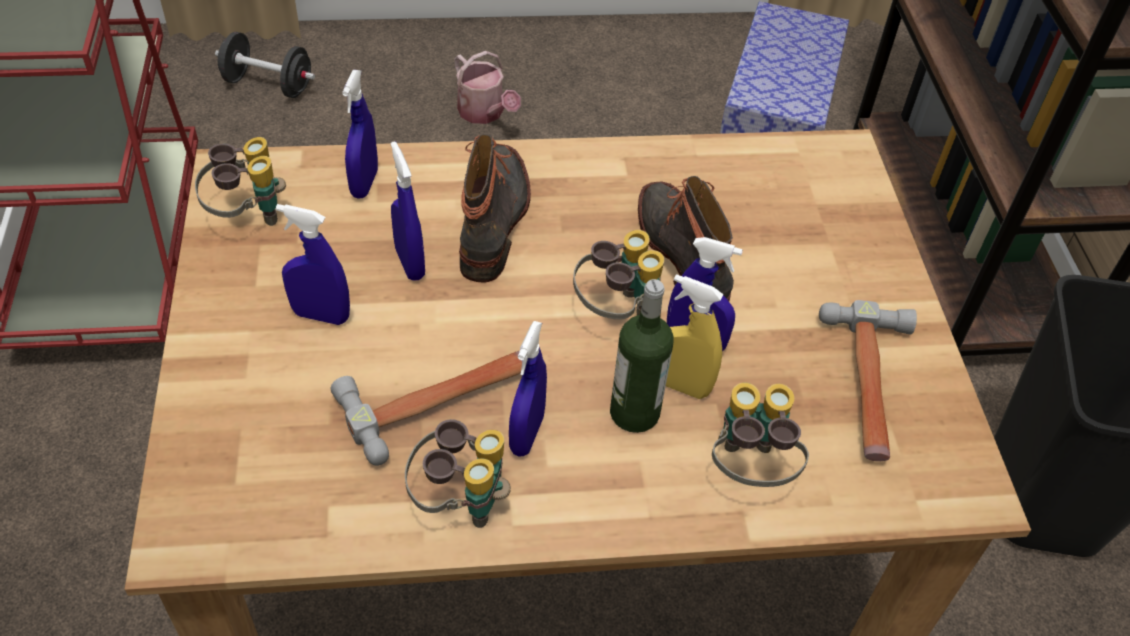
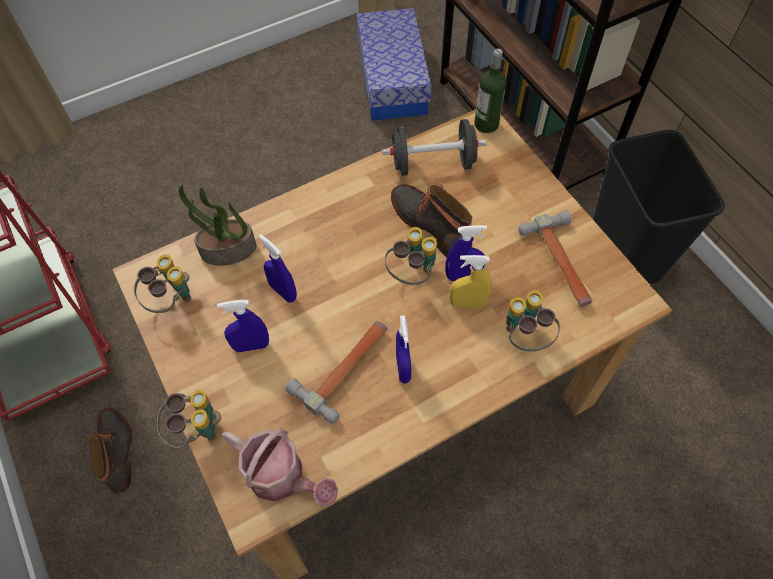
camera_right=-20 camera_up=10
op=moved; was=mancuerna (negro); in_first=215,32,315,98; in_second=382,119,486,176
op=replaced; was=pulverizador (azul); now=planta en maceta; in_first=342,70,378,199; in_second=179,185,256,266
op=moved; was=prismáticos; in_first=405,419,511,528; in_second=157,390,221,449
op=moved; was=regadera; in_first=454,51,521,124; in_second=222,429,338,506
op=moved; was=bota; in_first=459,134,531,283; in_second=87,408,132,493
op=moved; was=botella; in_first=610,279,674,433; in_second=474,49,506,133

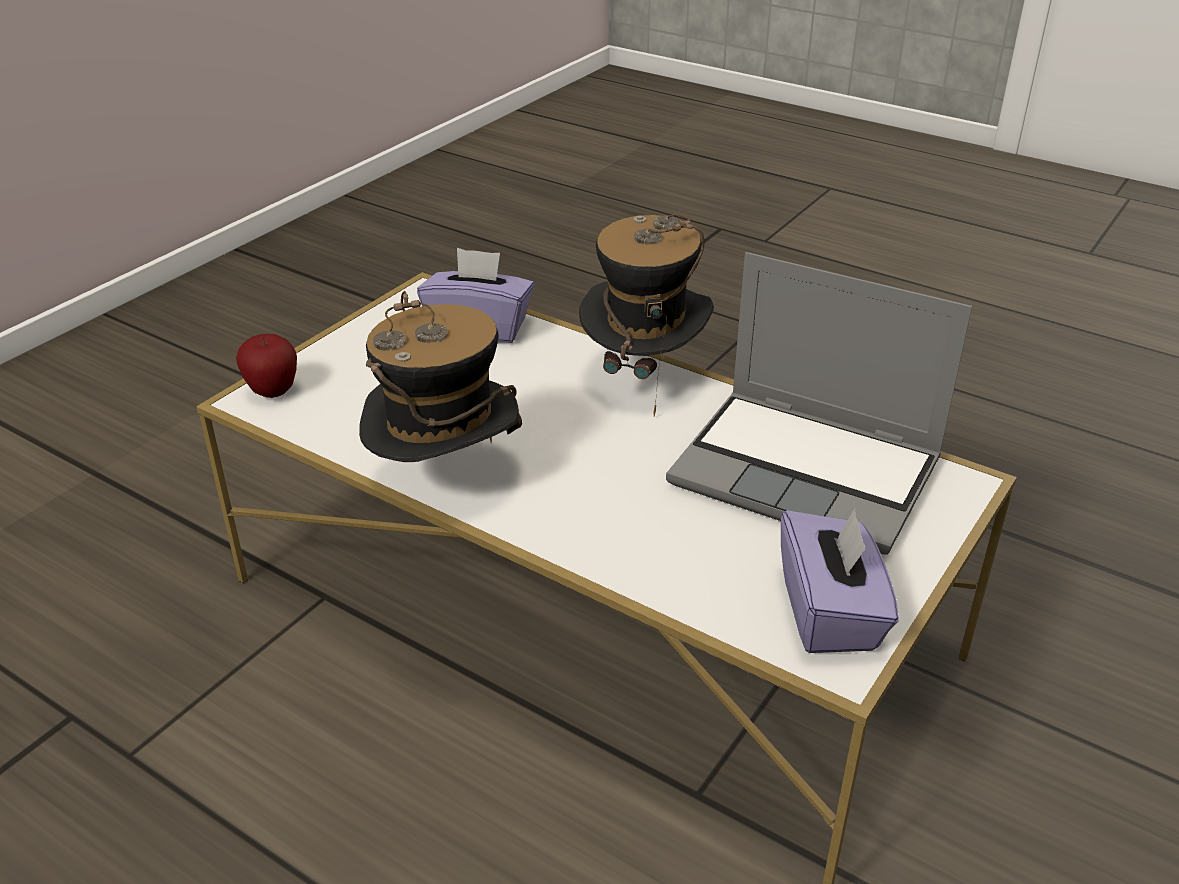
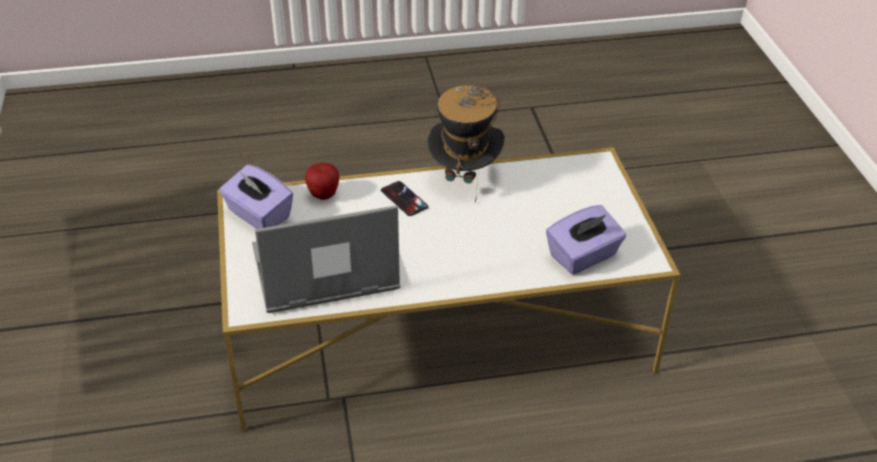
camera_right=135 camera_up=5
op=moved; was=manzana; in_first=236,334,297,398; in_second=304,162,339,200
op=removed; was=sombrero; in_first=579,214,714,416
op=added; now=móvil; in_second=381,181,428,216

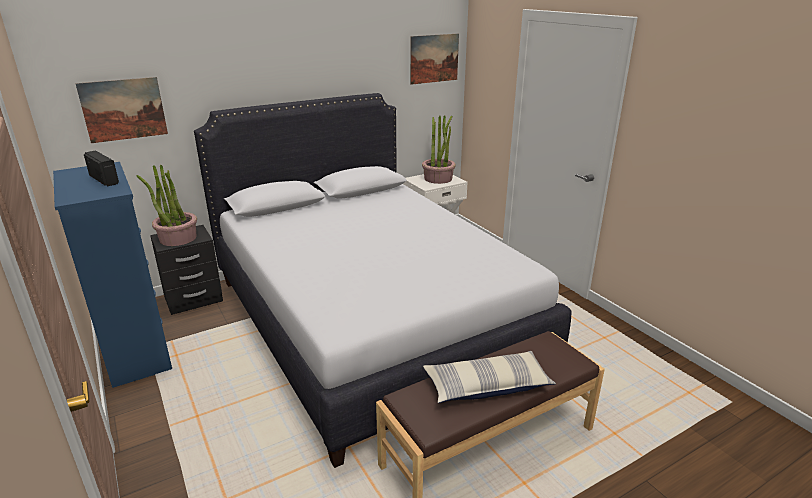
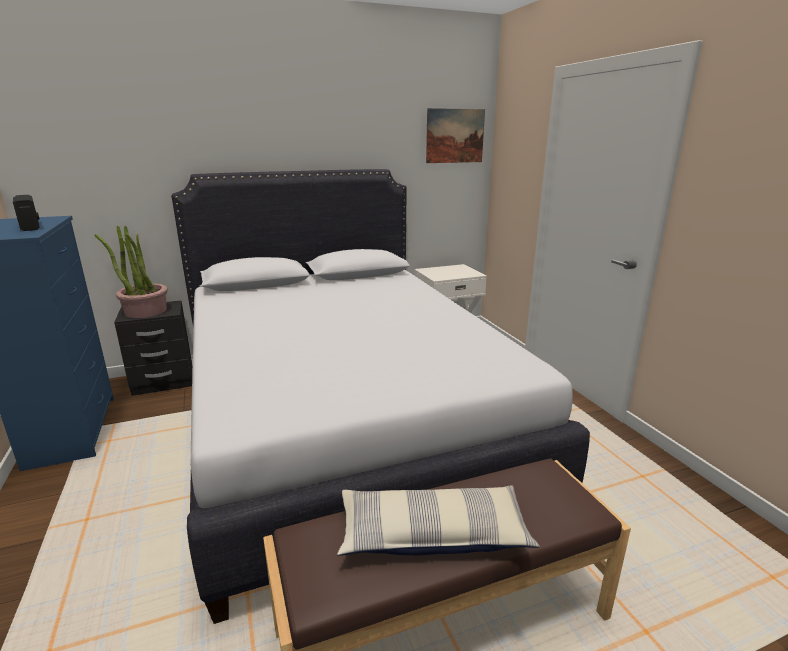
camera_right=10 camera_up=-5
op=removed; was=cuadro; in_first=75,77,168,143
op=removed; was=planta en maceta; in_first=422,115,456,184

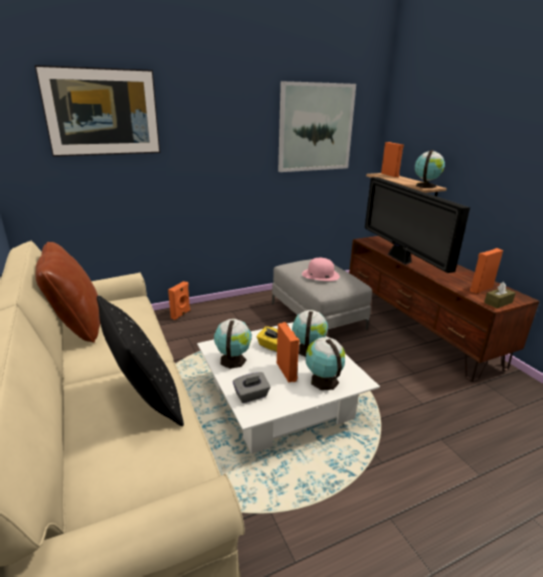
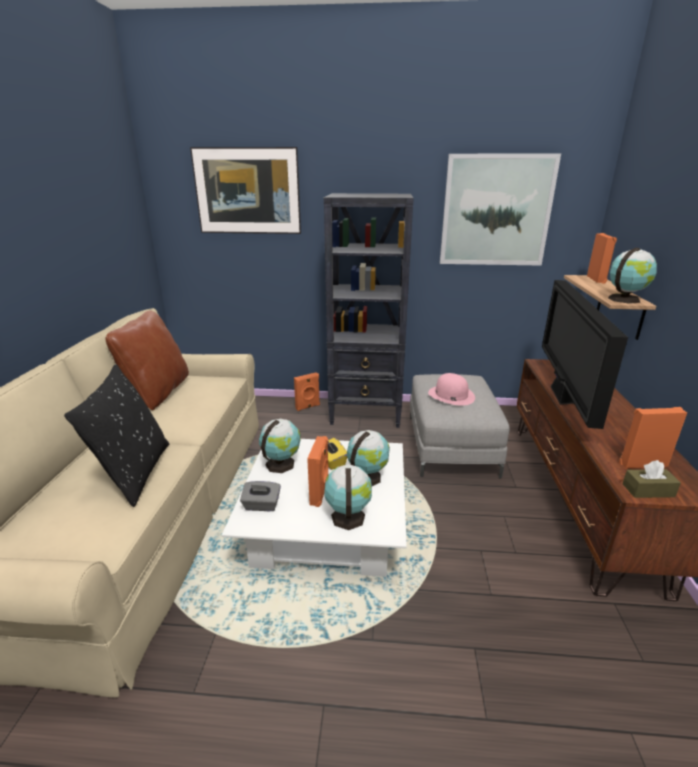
camera_right=30 camera_up=0
op=added; now=estantería (negro); in_second=324,193,414,428

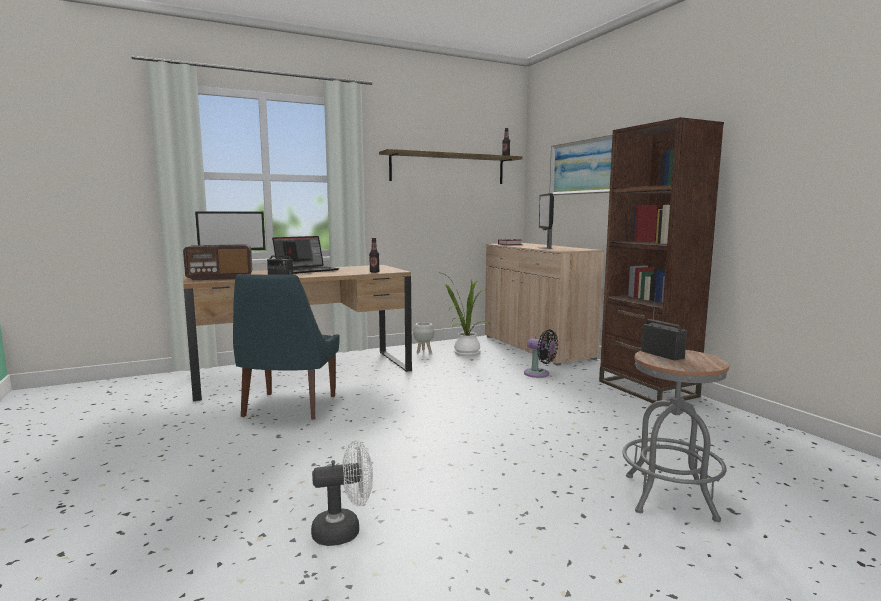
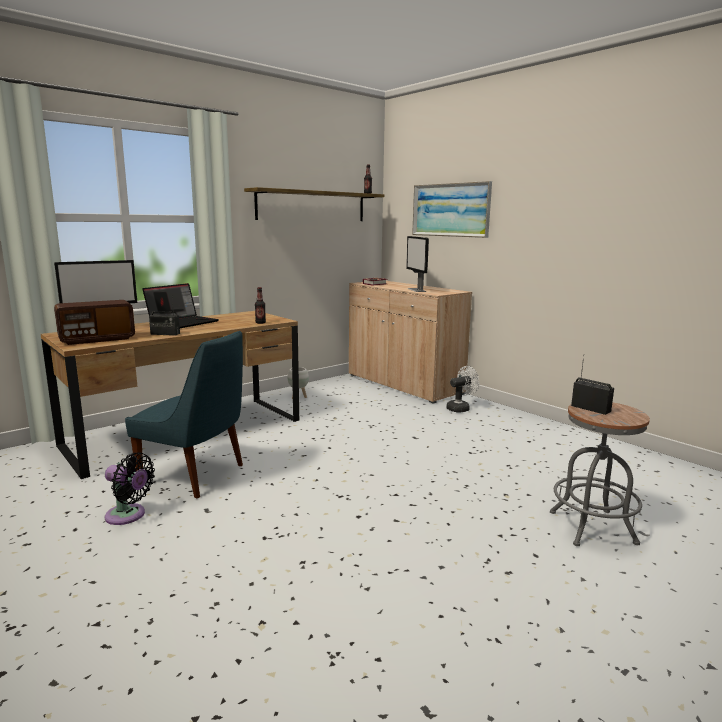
camera_right=-15 camera_up=5
op=turned; was=silla (azul); in_first=233,274,340,420; in_second=125,331,243,499; clockwise=-60
op=moved; was=ventilador (blanco); in_first=311,440,373,546; in_second=447,366,479,412
op=removed; was=planta en maceta; in_first=438,272,490,356
op=moved; was=ventilador (negro); in_first=524,329,558,378; in_second=105,452,155,525
op=removed; was=estantería (marrón); in_first=599,117,724,403

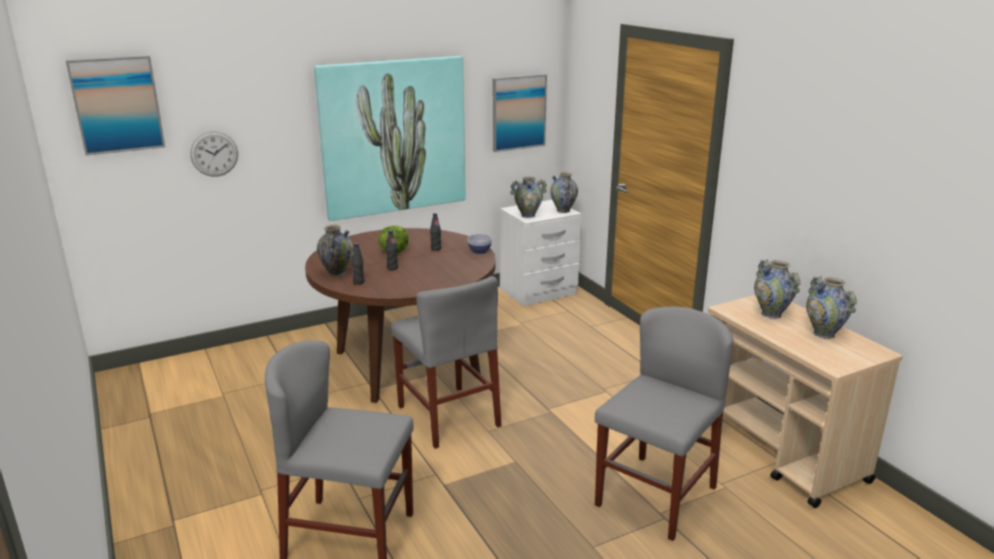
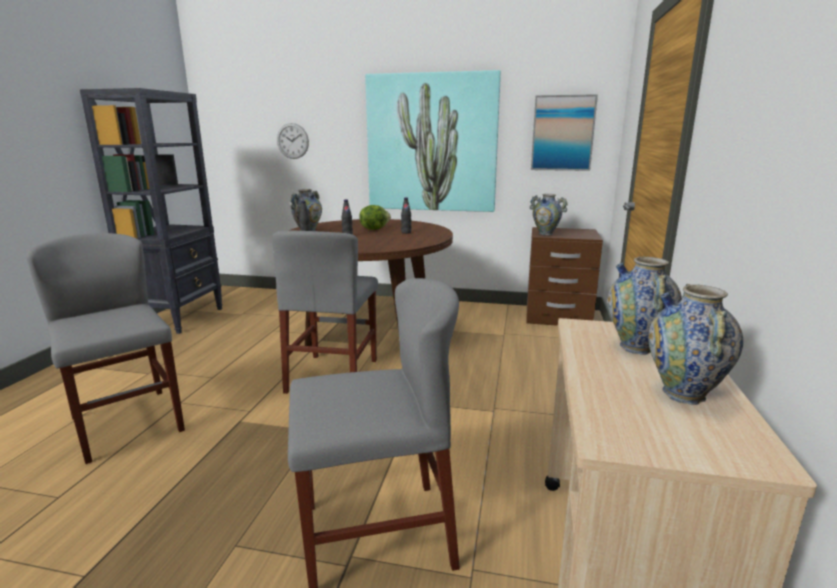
camera_right=40 camera_up=-5
op=removed; was=cuadro; in_first=66,56,165,156
op=removed; was=cuenco; in_first=468,234,492,254
op=recoloured; was=mesita de noche (blanco); now=mesita de noche (marrón); in_first=500,200,581,306; in_second=526,227,603,326
op=removed; was=florero; in_first=550,172,578,213
op=added; now=estantería (negro); in_second=80,88,223,334

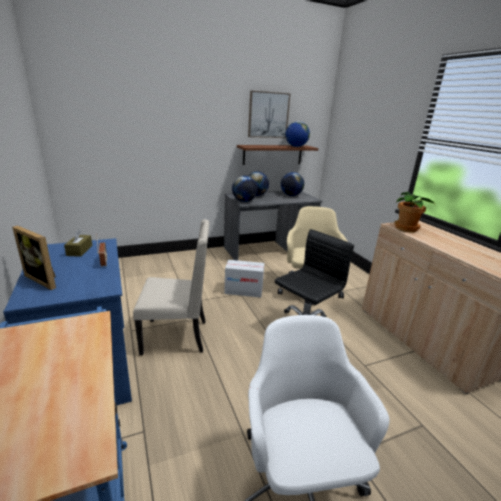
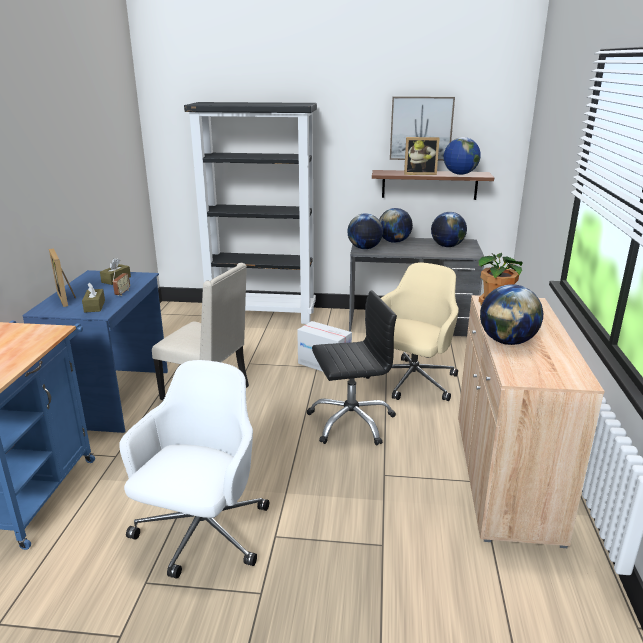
camera_right=30 camera_up=0
op=added; now=caja de pañuelos (marrón); in_second=82,282,105,313
op=added; now=estantería (negro); in_second=184,102,317,324
op=added; now=portarretratos; in_second=404,137,440,175
op=added; now=globo terráqueo; in_second=480,284,543,345

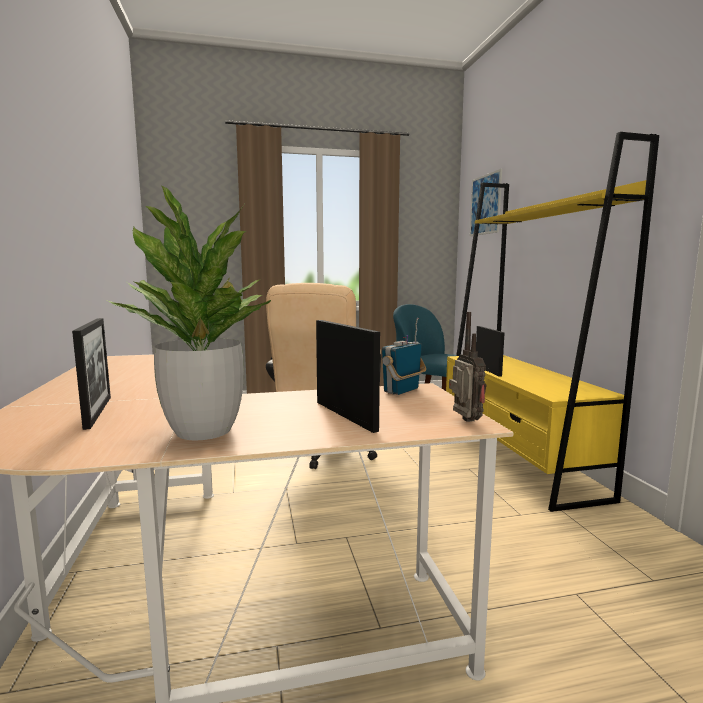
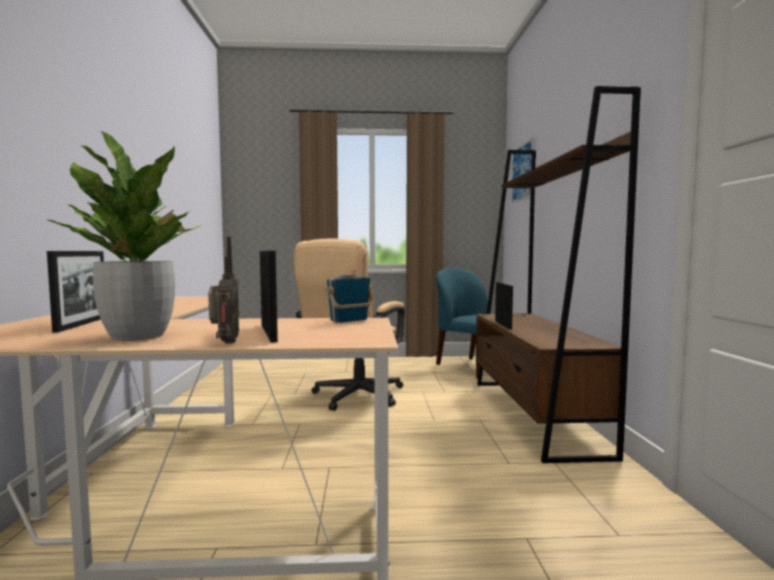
camera_right=10 camera_up=-5
op=recoloured; was=estantería (amarillo); now=estantería (marrón); in_first=446,132,659,512; in_second=476,86,641,463
op=moved; was=radio; in_first=449,312,487,422; in_second=208,237,239,344

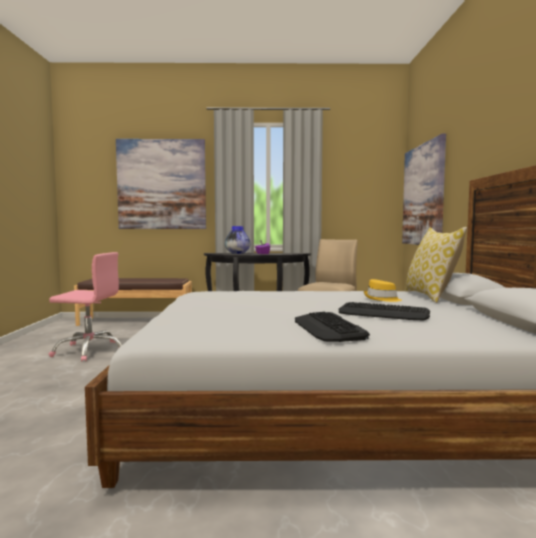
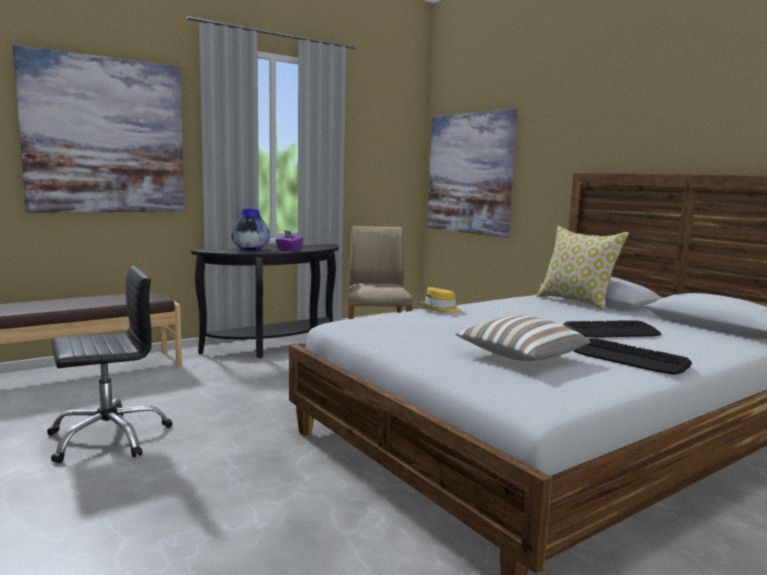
camera_right=-35 camera_up=5
op=recoloured; was=silla de oficina (rosa); now=silla de oficina (negro); in_first=49,252,122,362; in_second=47,266,172,463
op=moved; was=sombrero (amarillo); in_first=364,279,402,302; in_second=421,287,461,312
op=added; now=cojín; in_second=456,315,590,361

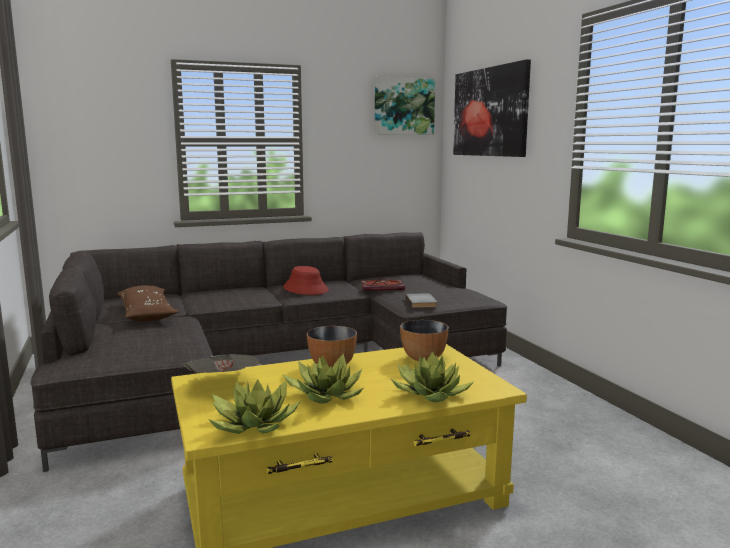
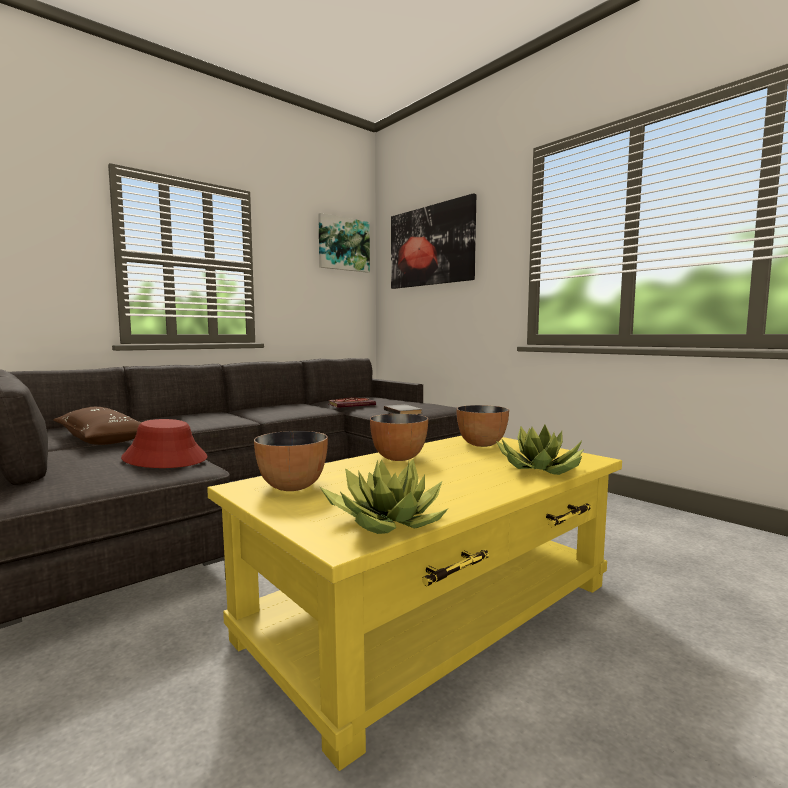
camera_right=-20 camera_up=-5
op=replaced; was=periódico; now=cuenco; in_first=182,354,262,373; in_second=254,431,328,491
op=removed; was=planta en maceta; in_first=282,353,363,404
op=moved; was=sombrero (rojo); in_first=283,266,328,295; in_second=121,419,207,468

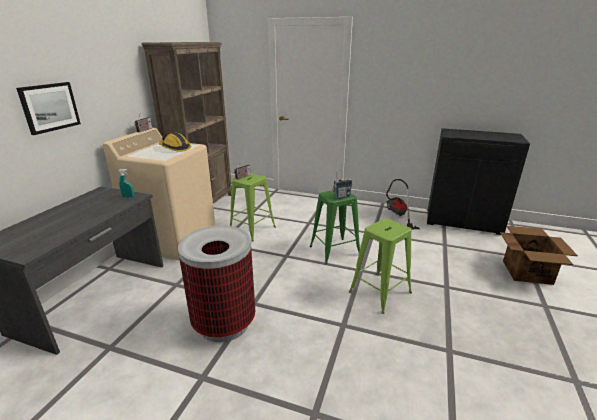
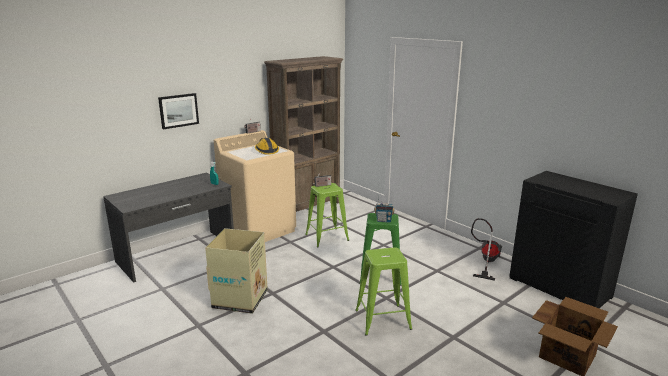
camera_right=30 camera_up=-5
op=replaced; was=papelera; now=caja de cartón; in_first=178,226,255,342; in_second=205,228,268,314

